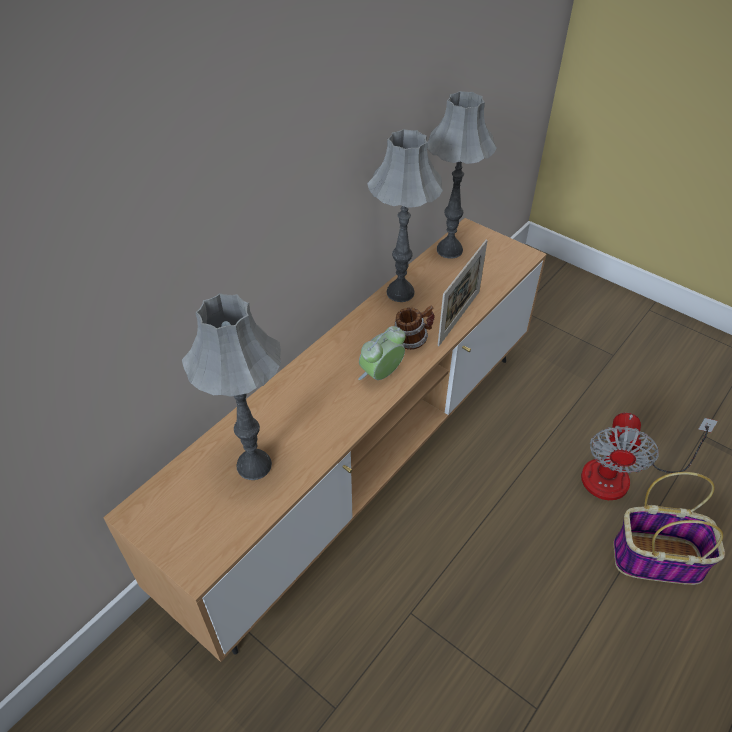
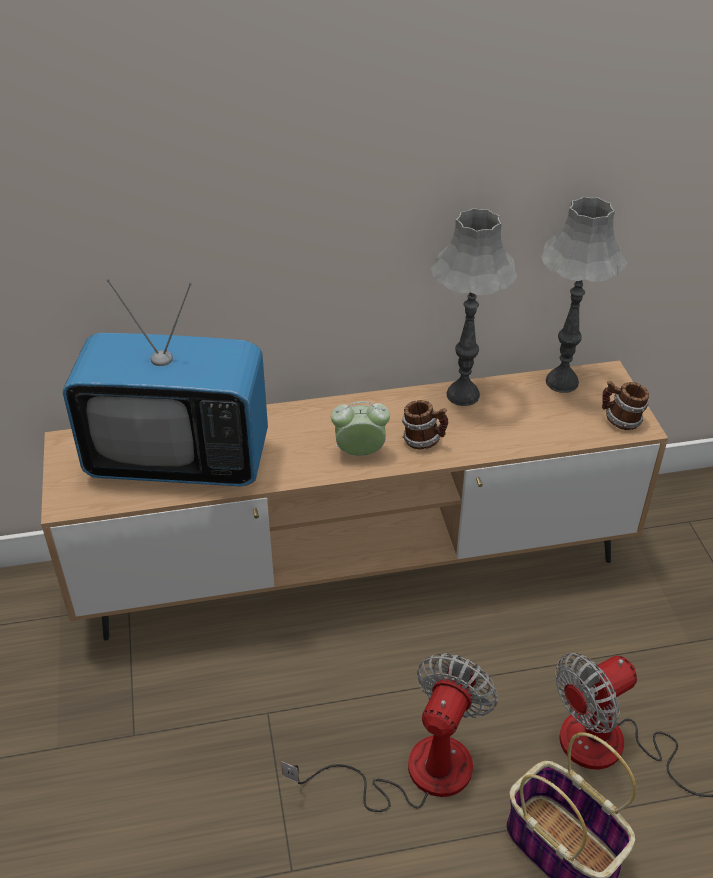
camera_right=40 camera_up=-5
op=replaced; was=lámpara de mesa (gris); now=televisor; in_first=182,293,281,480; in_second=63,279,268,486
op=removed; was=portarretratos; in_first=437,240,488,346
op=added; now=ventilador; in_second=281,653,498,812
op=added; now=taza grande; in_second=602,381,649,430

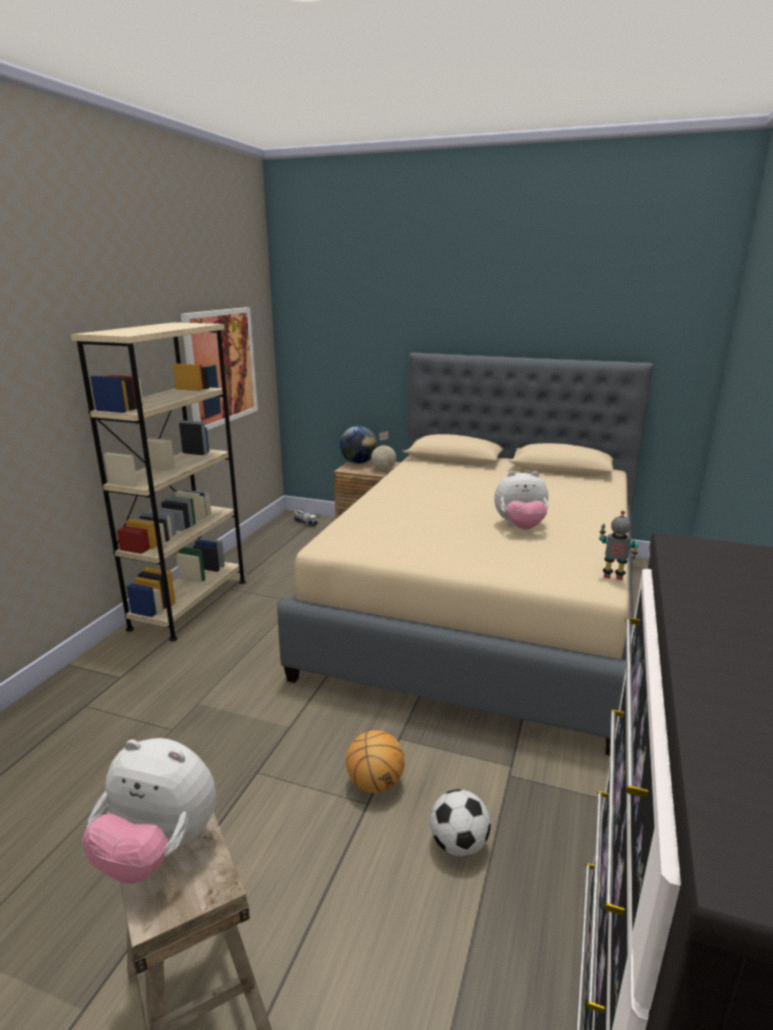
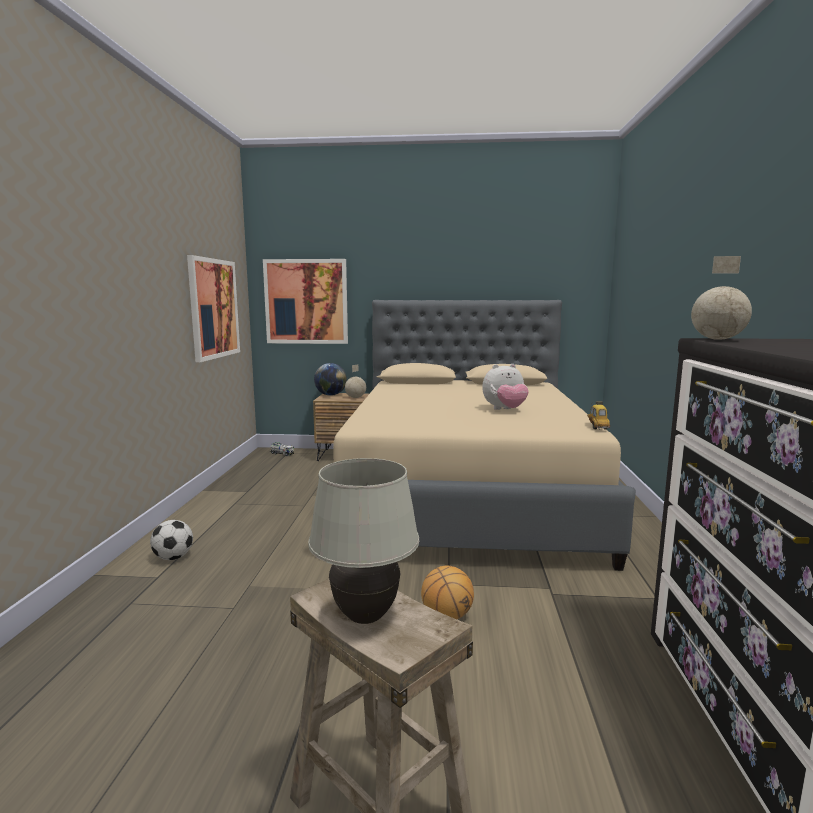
camera_right=-15 camera_up=-10
op=removed; was=estantería (beis); in_first=71,322,246,641
op=replaced; was=peluche; now=lámpara de mesa (blanco); in_first=83,738,216,884; in_second=308,458,419,624
op=moved; was=balón de fútbol; in_first=430,789,491,857; in_second=150,520,193,560
op=replaced; was=robot de juguete; now=coche de juguete; in_first=599,510,639,580; in_second=587,401,610,430
op=added; now=cuadro; in_second=263,259,348,344
op=added; now=globo terráqueo; in_second=691,256,752,340

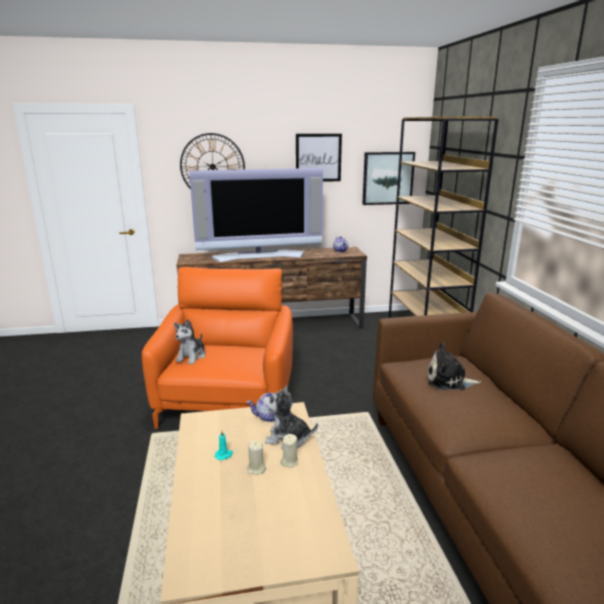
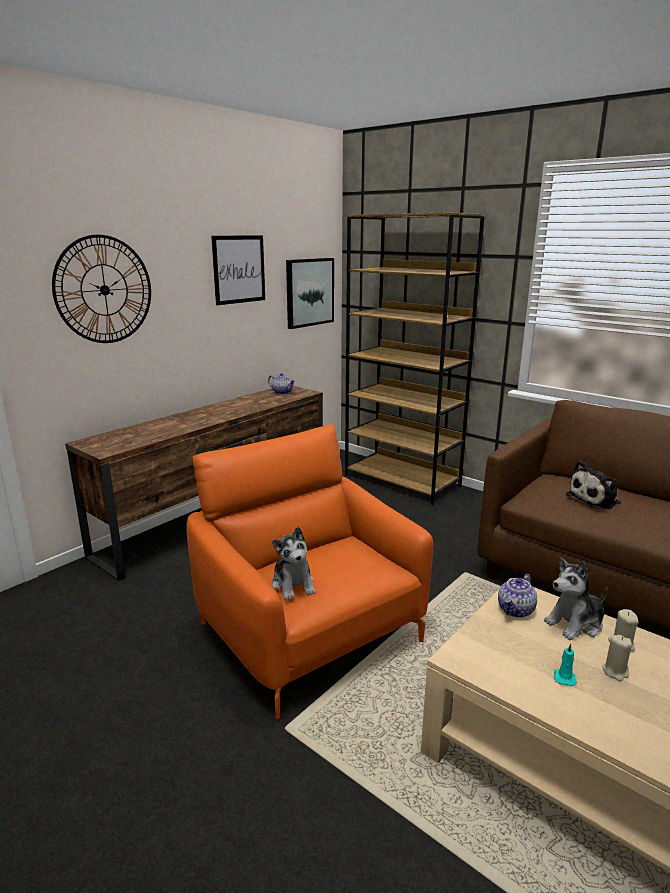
camera_right=-40 camera_up=0
op=removed; was=televisor; in_first=189,168,323,262

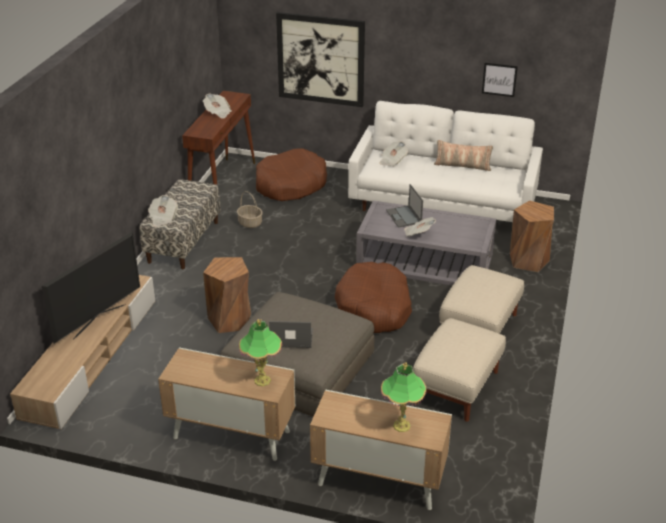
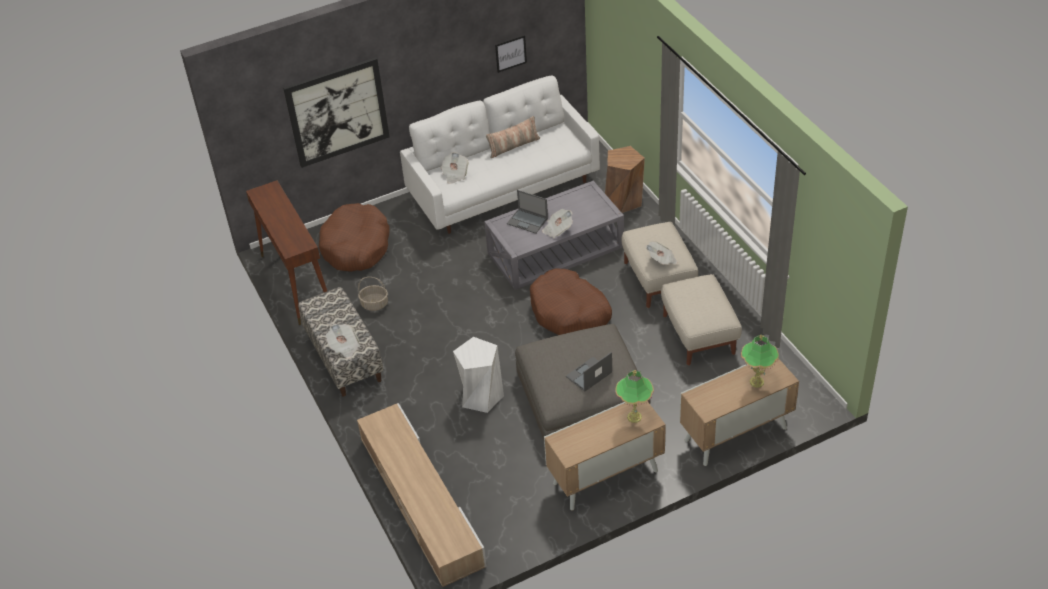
camera_right=-40 camera_up=10
op=removed; was=televisor; in_first=42,231,140,343
op=moved; was=periódico; in_first=203,93,232,119; in_second=645,241,678,265
op=recoloured; was=taburete (marrón); now=taburete (blanco); in_first=203,257,251,333; in_second=453,337,504,413

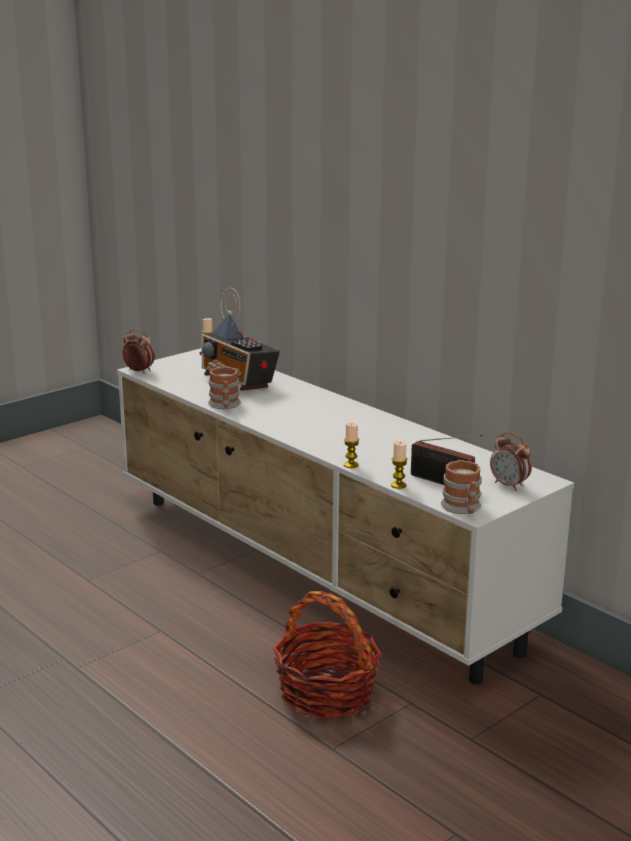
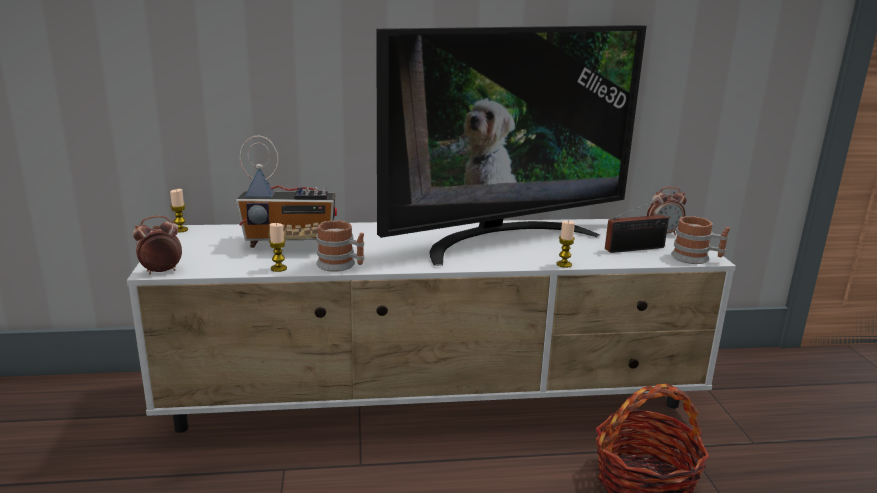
camera_right=-55 camera_up=0
op=moved; was=vela; in_first=391,441,408,489; in_second=269,223,287,272
op=added; now=televisor; in_second=376,25,647,266

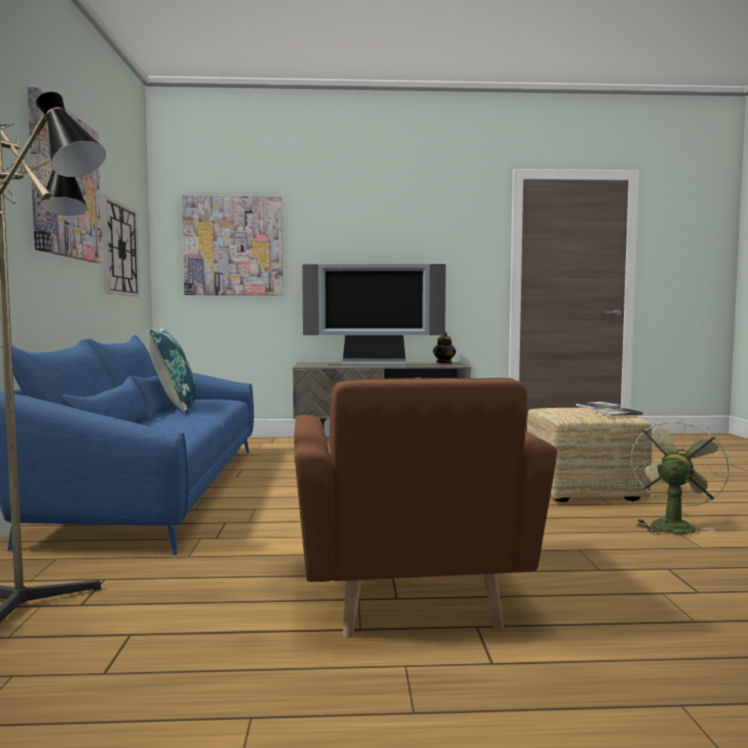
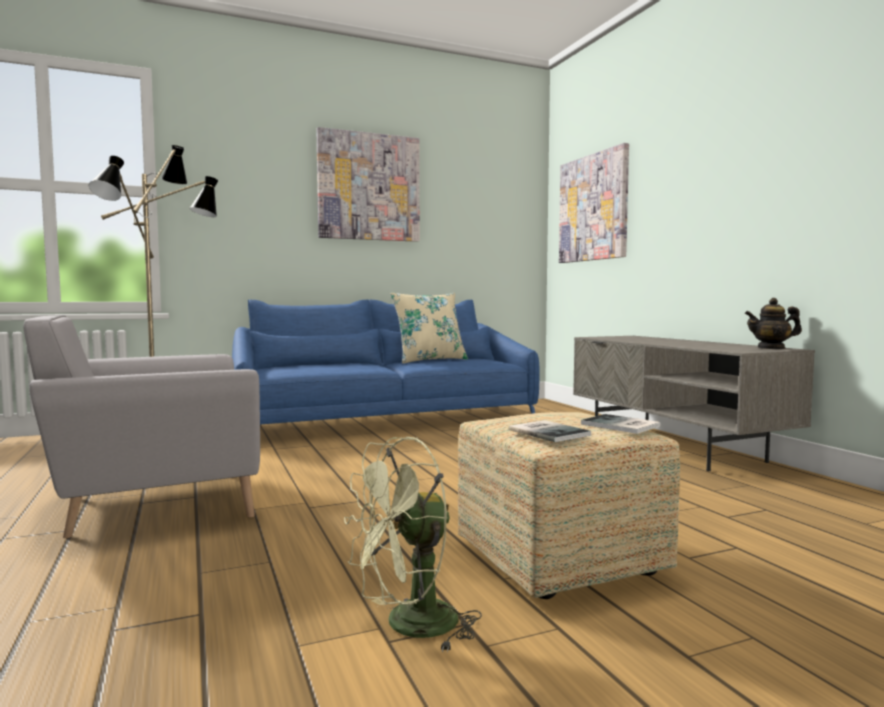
camera_right=70 camera_up=0
op=removed; was=reloj de pared; in_first=102,195,140,297
op=recoloured; was=cojín (azul); now=cojín (beis); in_first=148,328,195,413; in_second=390,292,468,364
op=recoloured; was=sillón (marrón); now=sillón (gris); in_first=294,378,557,638; in_second=23,315,260,538
op=removed; was=televisor; in_first=302,264,446,366
op=turned; was=ventilador (verde); in_first=631,417,729,535; in_second=344,437,482,653; clockwise=135

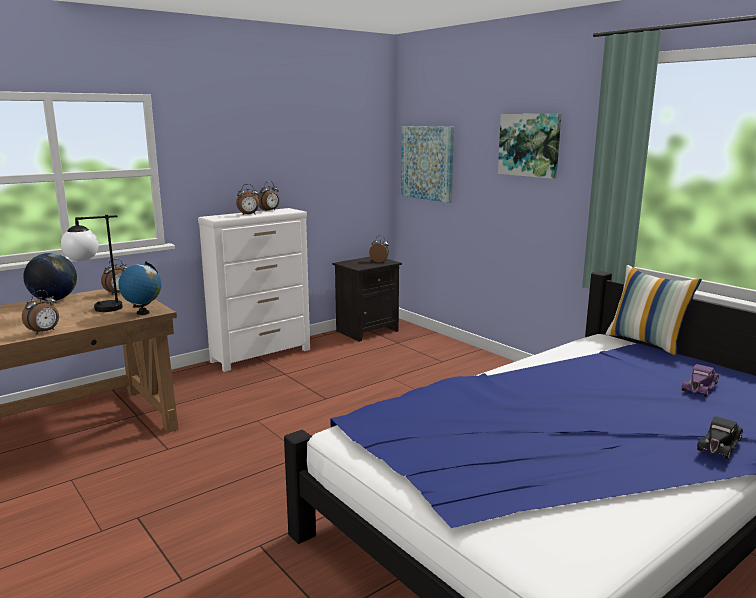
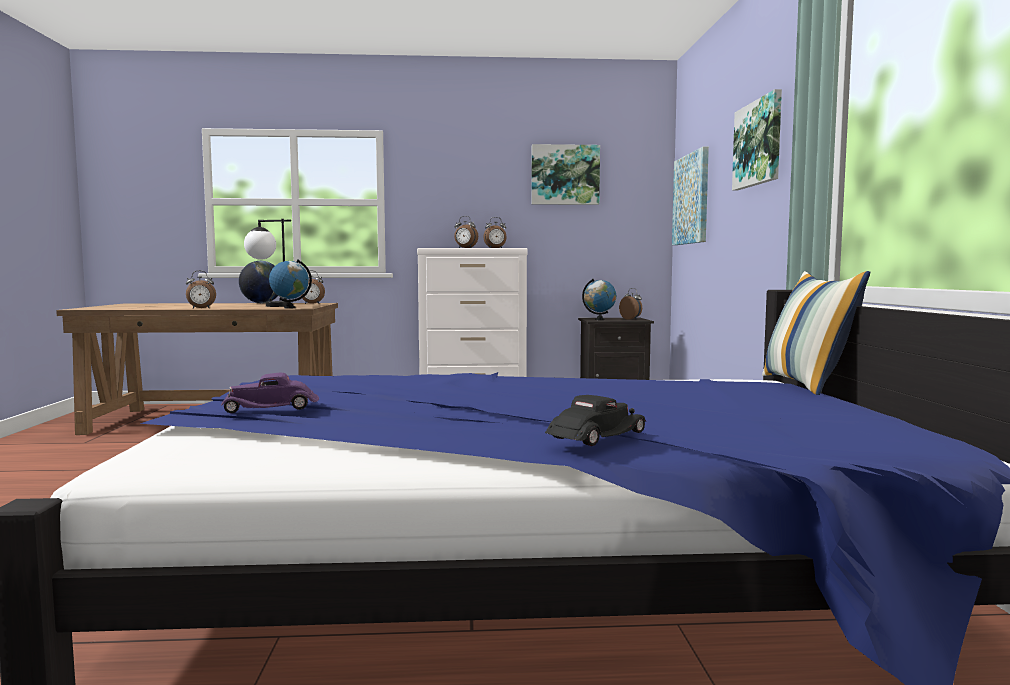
camera_right=35 camera_up=-10
op=moved; was=coche de juguete (morado); in_first=682,364,719,397; in_second=221,373,319,413
op=turned; was=coche de juguete (negro); in_first=697,417,743,459; in_second=545,395,646,446; clockwise=150
op=added; now=cuadro; in_second=531,144,600,205
op=added; now=globo terráqueo; in_second=582,279,616,320

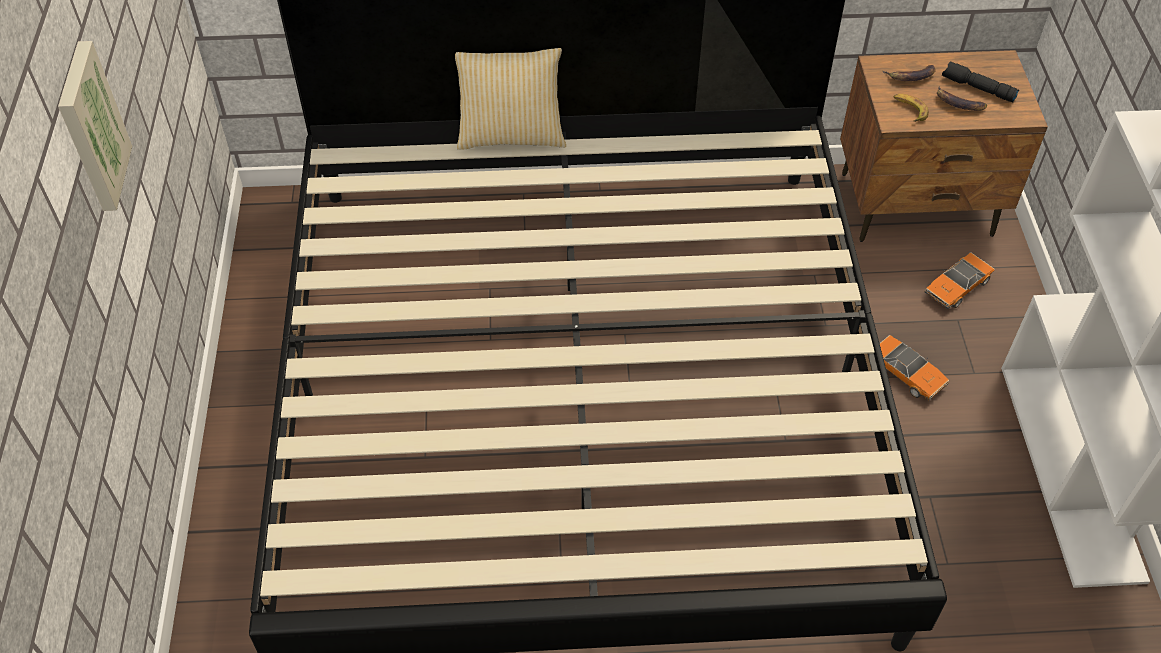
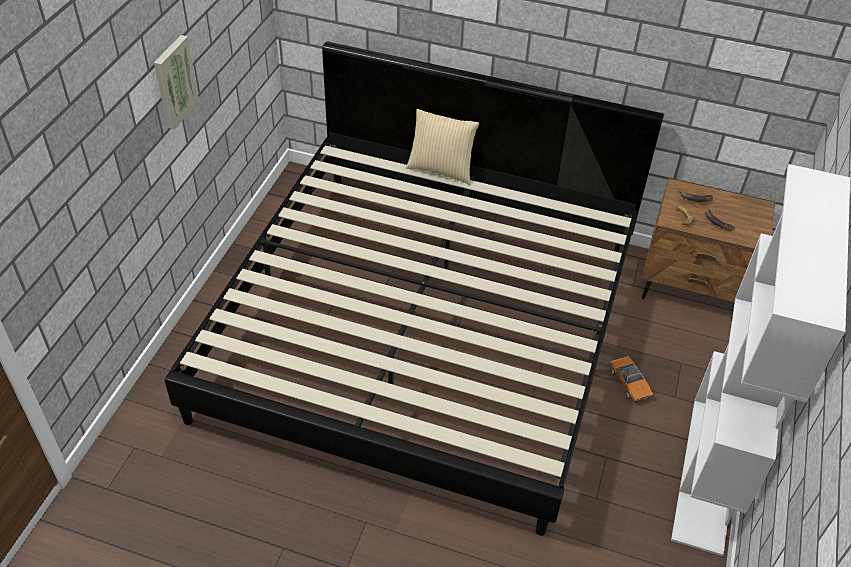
camera_right=20 camera_up=-5
op=removed; was=coche de juguete; in_first=924,253,995,309
op=removed; was=linterna (negro); in_first=942,62,1019,102

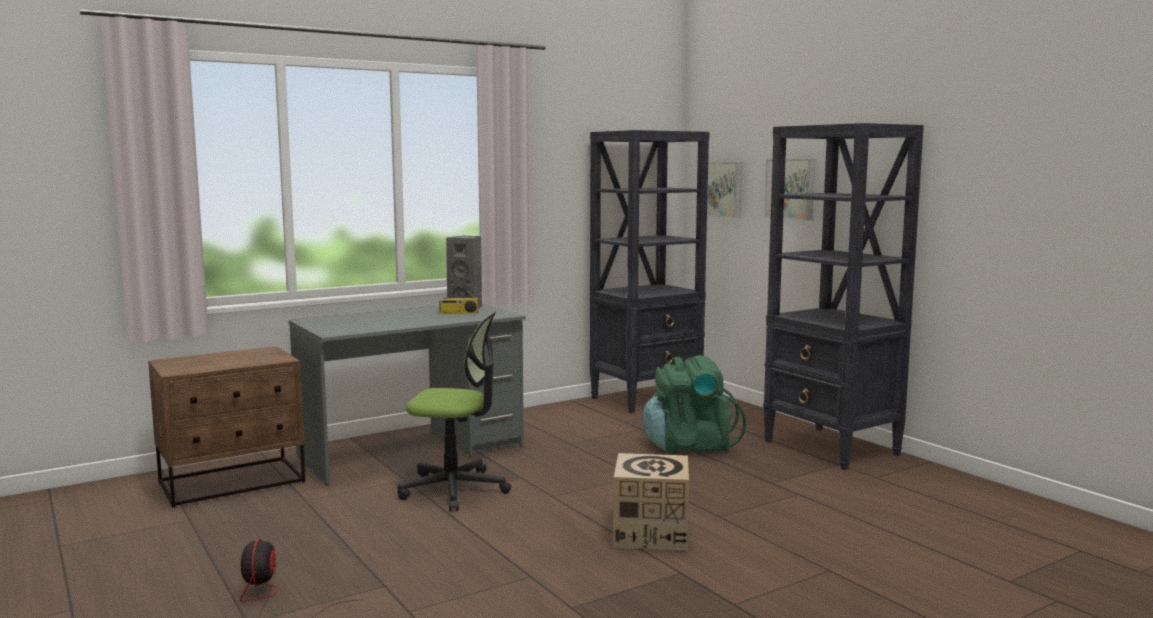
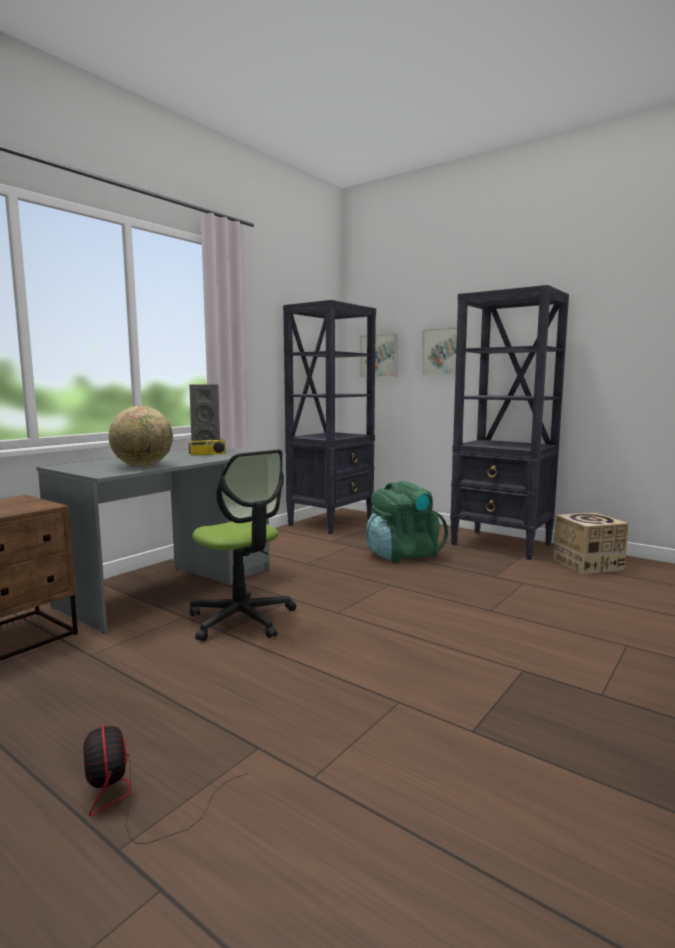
camera_right=-20 camera_up=0
op=turned; was=silla de oficina; in_first=397,312,511,511; in_second=189,449,296,641; clockwise=60
op=moved; was=caja de cartón; in_first=613,453,689,551; in_second=554,512,629,574
op=added; now=globo terráqueo; in_second=109,406,173,467

